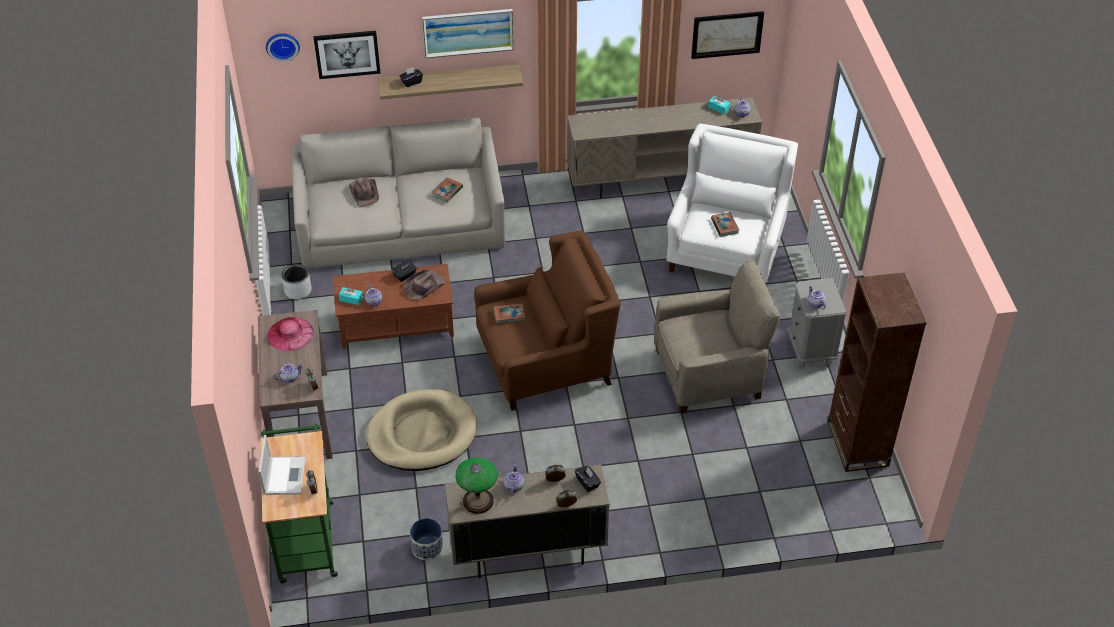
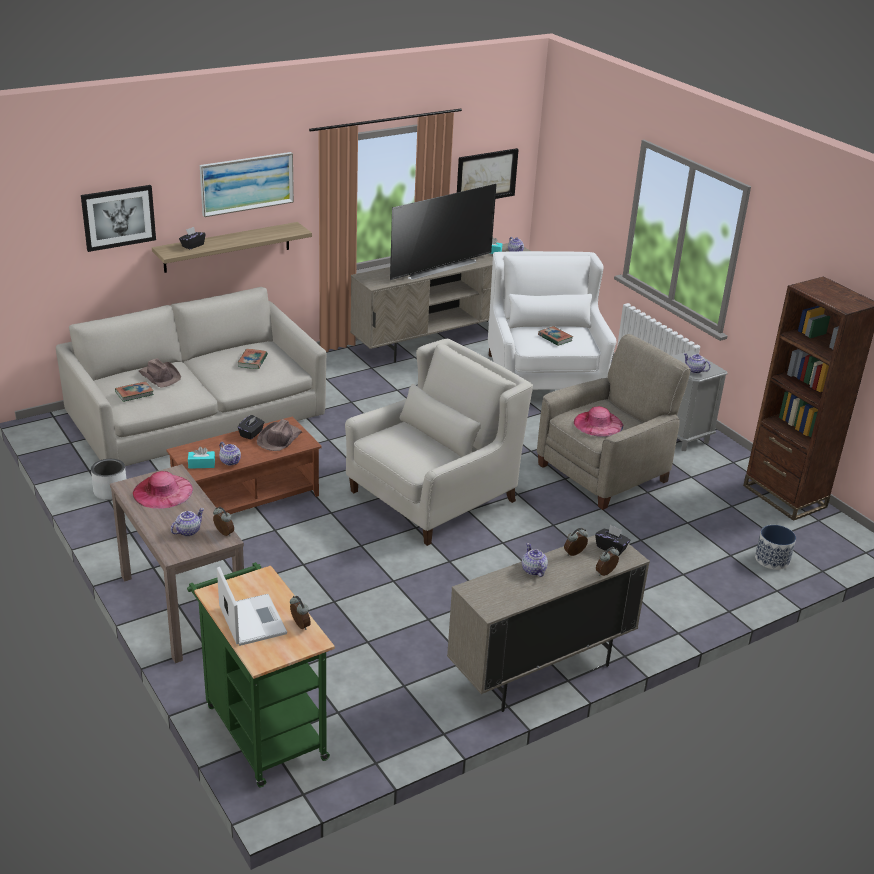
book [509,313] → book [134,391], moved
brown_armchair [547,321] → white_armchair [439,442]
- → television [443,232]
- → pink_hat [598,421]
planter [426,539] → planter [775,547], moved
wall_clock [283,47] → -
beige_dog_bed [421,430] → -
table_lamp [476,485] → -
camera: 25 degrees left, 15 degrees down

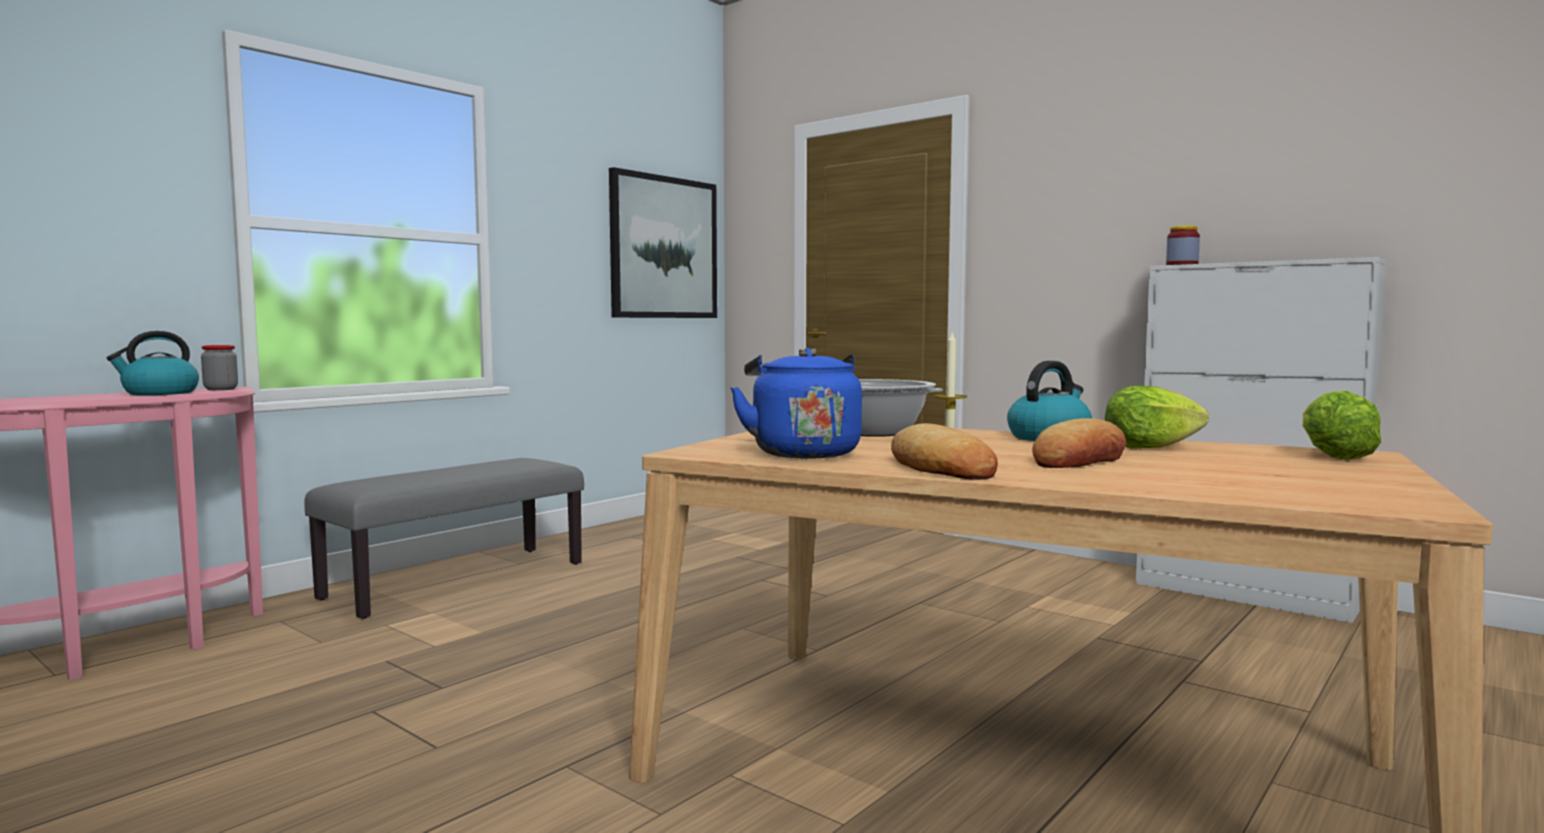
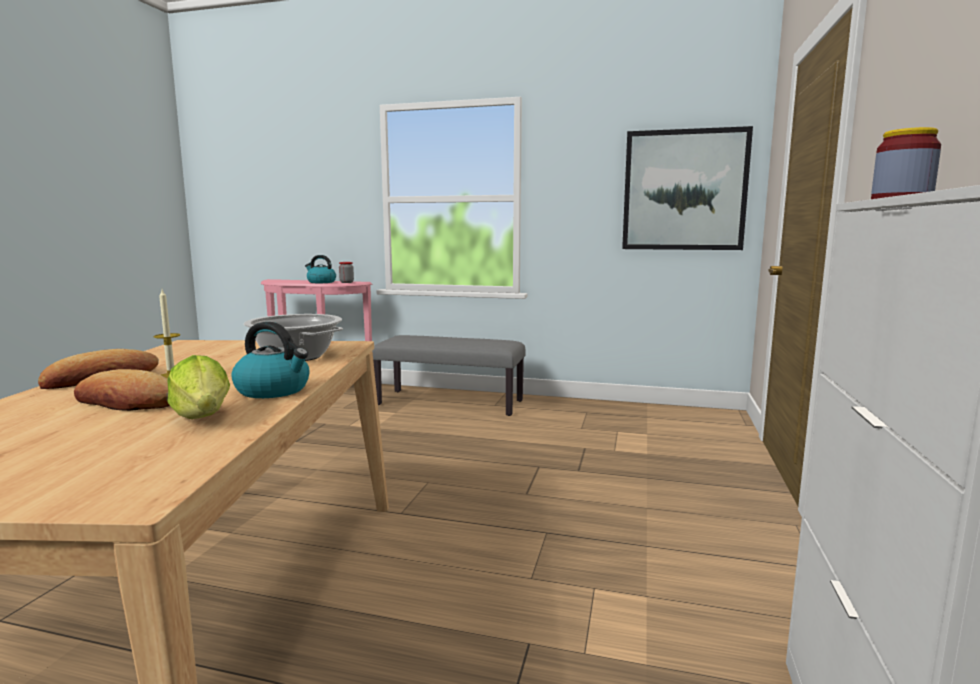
blue_kettle [796,403] → -
lettuce [1341,425] → -
camera: 65 degrees right, 5 degrees up

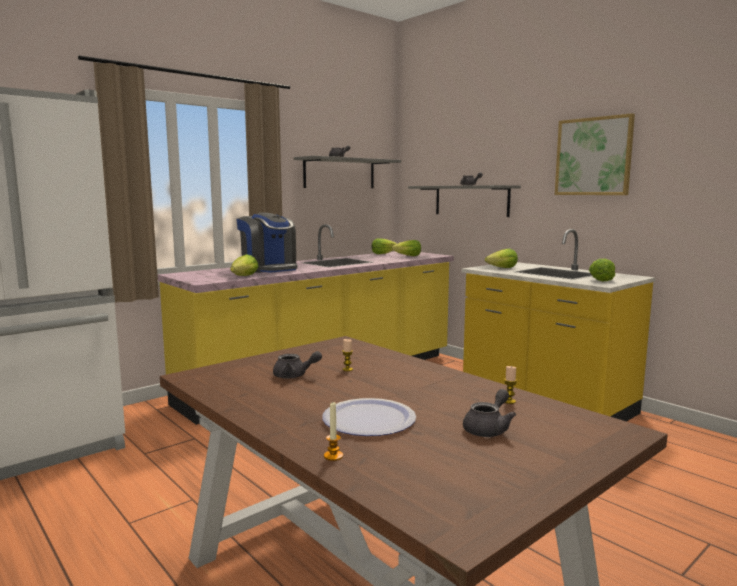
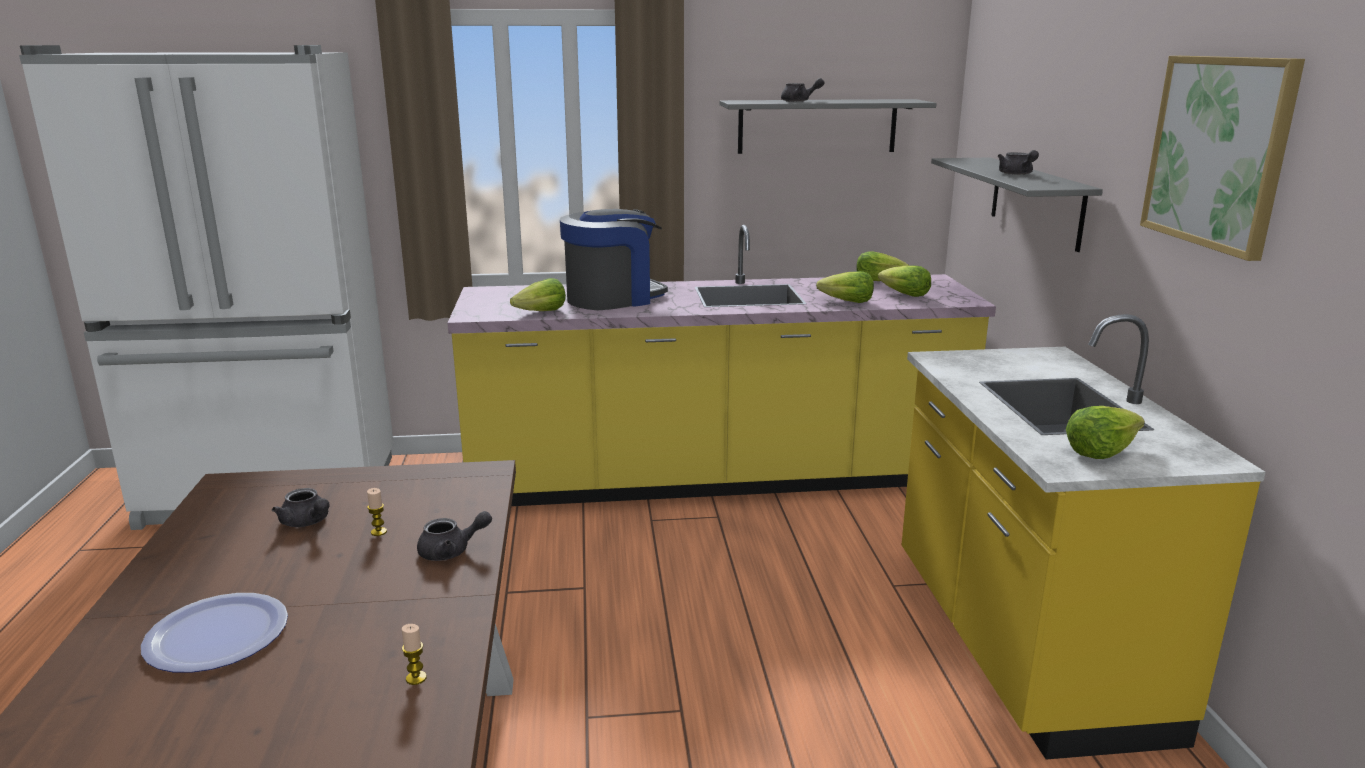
grey_teapot [489,413] → grey_teapot [454,536], moved
coffee_machine [267,243] → coffee_machine [614,259], 120 degrees counterclockwise
lettuce [501,258] → lettuce [845,287], moved
candle [333,431] → -
camera: 35 degrees right, 10 degrees up

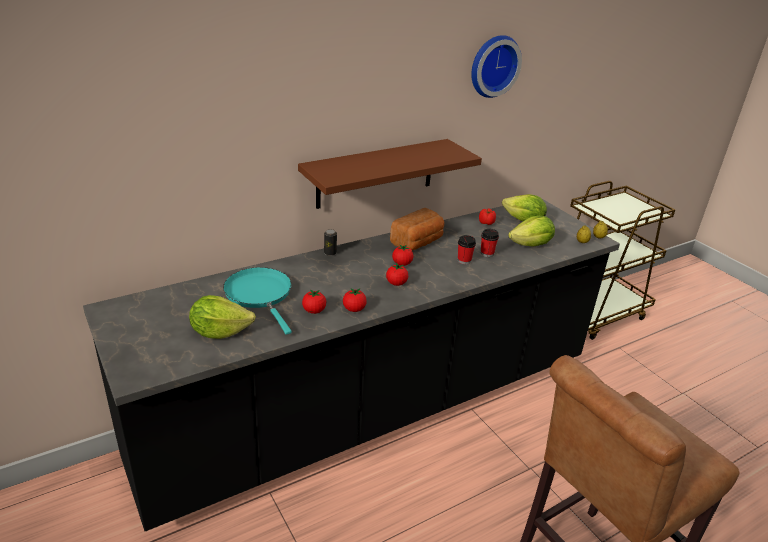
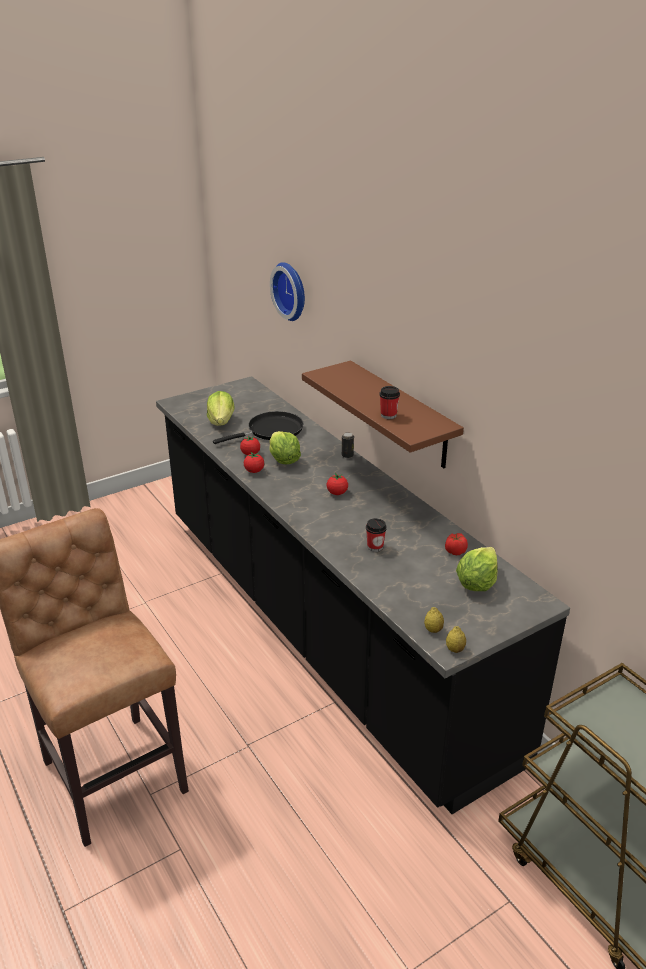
turquoise_frying_pan [257,301] → black_frying_pan [258,427]
lettuce [531,231] → lettuce [285,447], moved
wall_clock [496,66] → wall_clock [287,291], moved
cup [467,249] → cup [389,402], moved
tomato [397,274] → -
bread [417,229] → -
camera: 90 degrees right, 0 degrees up

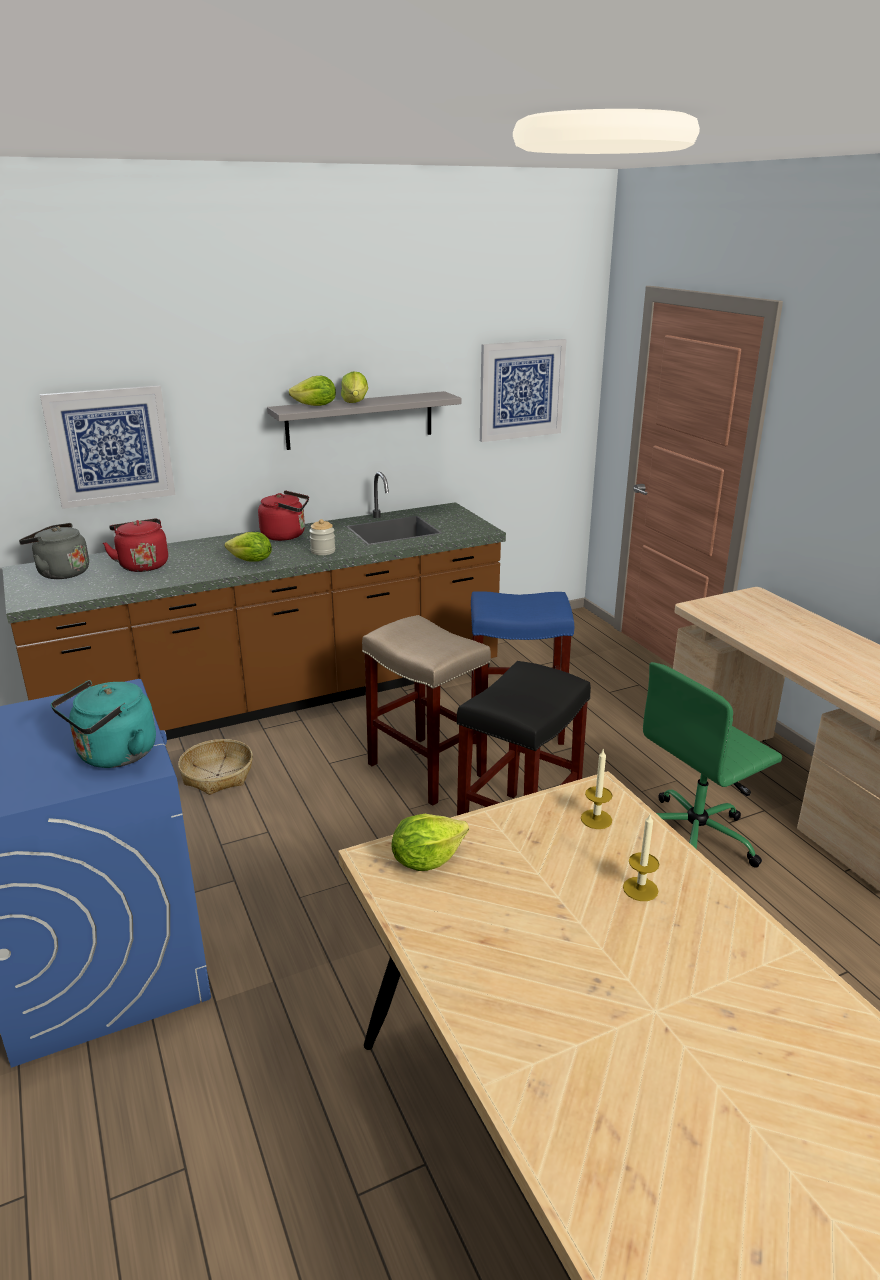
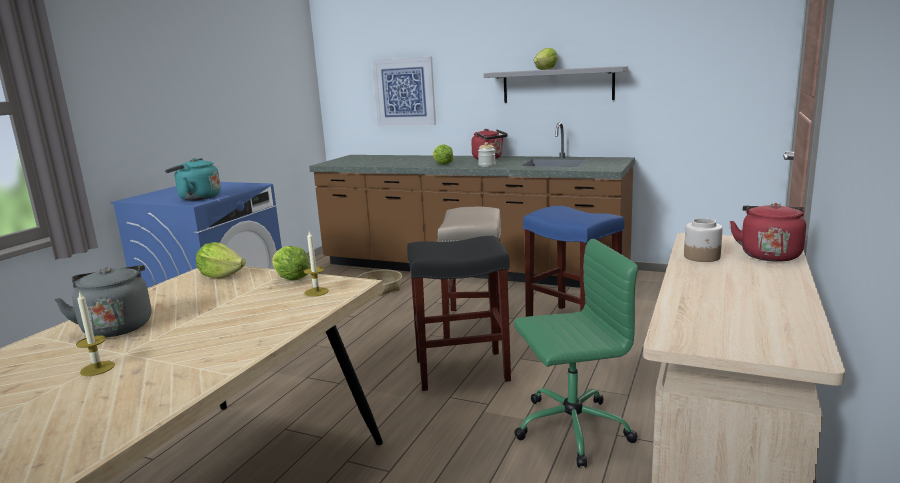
grey_kettle [54,551] → grey_kettle [102,301], moved
candle [641,857] → candle [95,333], moved
lettuce [312,391] → lettuce [291,263], moved
green_office_chair [712,765] → green_office_chair [576,353], 150 degrees clockwise
- → jar [703,240]
red_kettle [135,545] → red_kettle [768,232], moved
picture [523,390] → -
camera: 50 degrees right, 10 degrees down

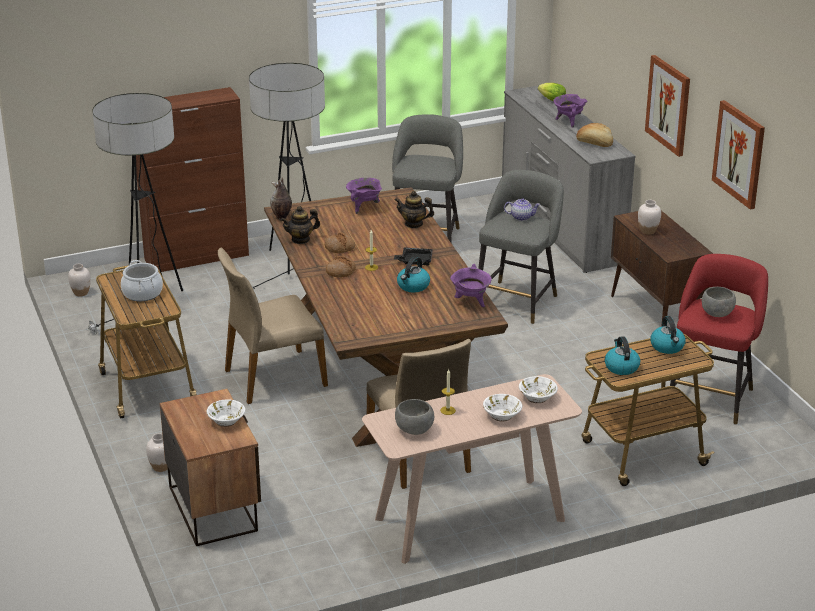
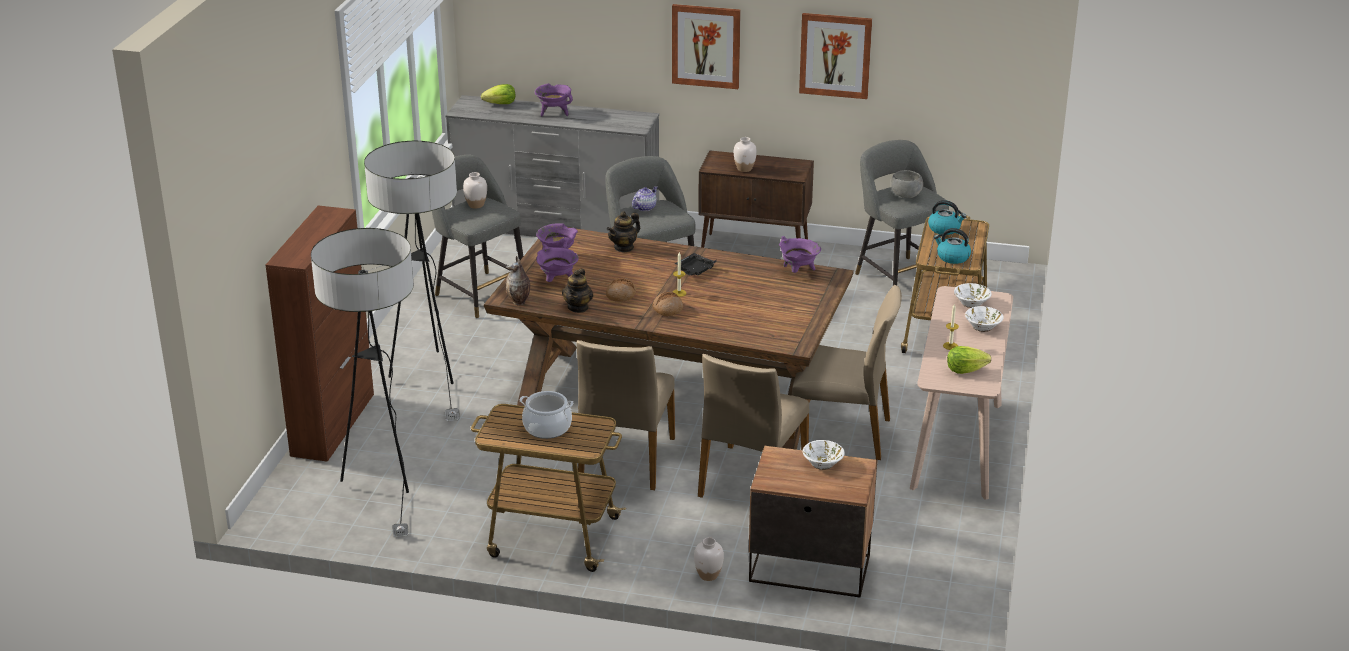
white_vase [79,280] → white_vase [475,190], moved
- → purple_cooking_pot [558,263]
- → beige_chair [753,426]
red_stool [719,339] → grey_stool [902,212]
grey_bowl [414,417] → lettuce [969,360]
kettle [413,274] → -
bread [594,135] → -
camera: 55 degrees left, 0 degrees up

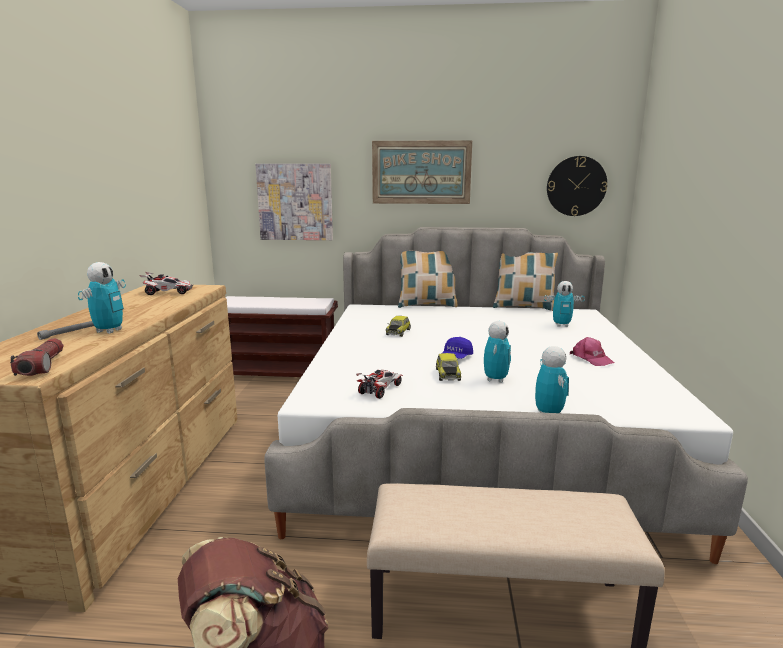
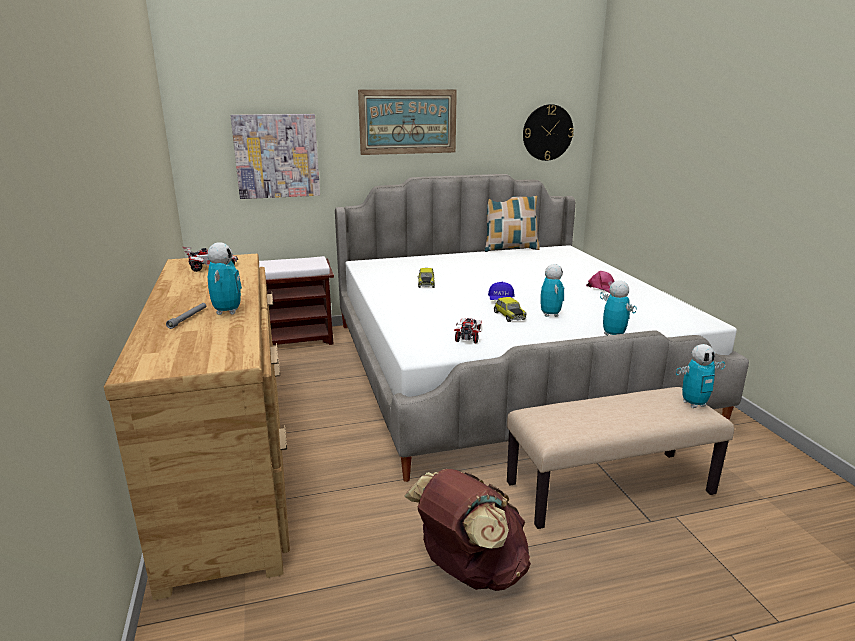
toy_robot [564,304] → toy_robot [700,376], moved
flashlight [36,357] → -
pillow [427,279] → -
camera: 20 degrees left, 5 degrees up

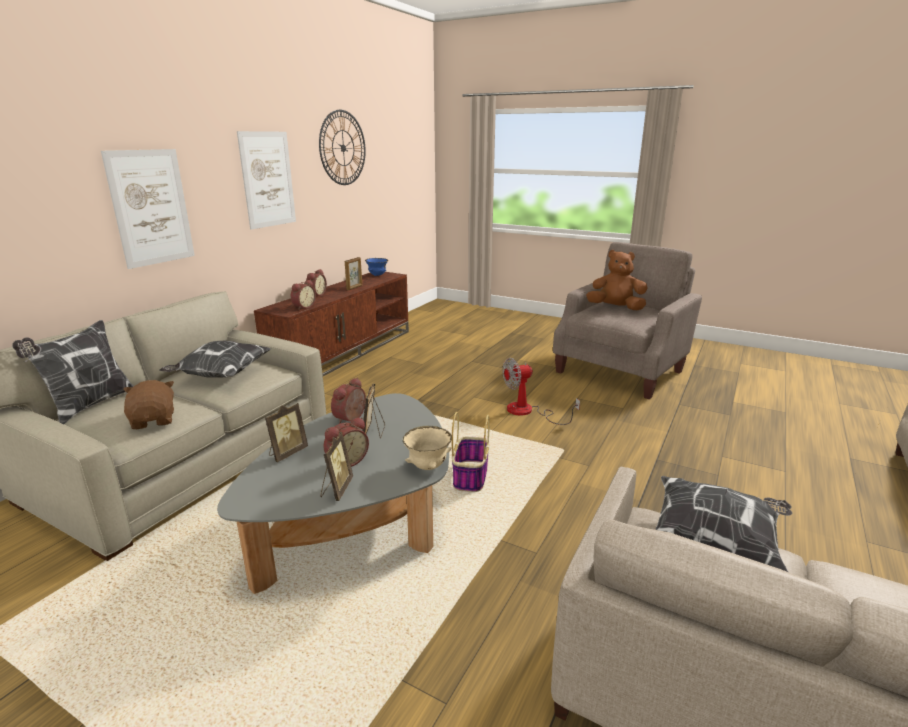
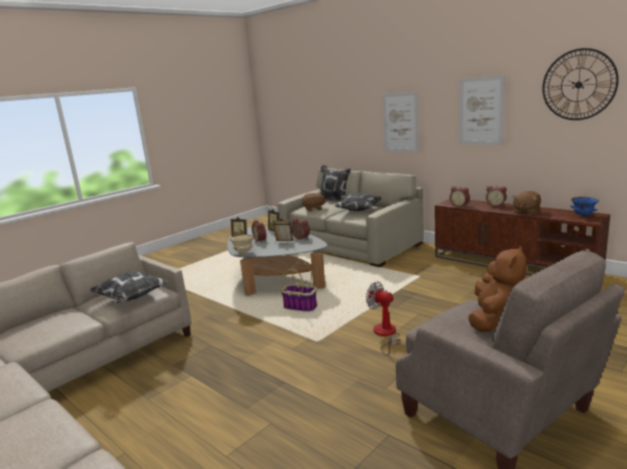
fan [541,391] → fan [383,318], 45 degrees counterclockwise
picture_frame [353,273] → brown_plush_toy [526,203]
camera: 105 degrees right, 5 degrees down

